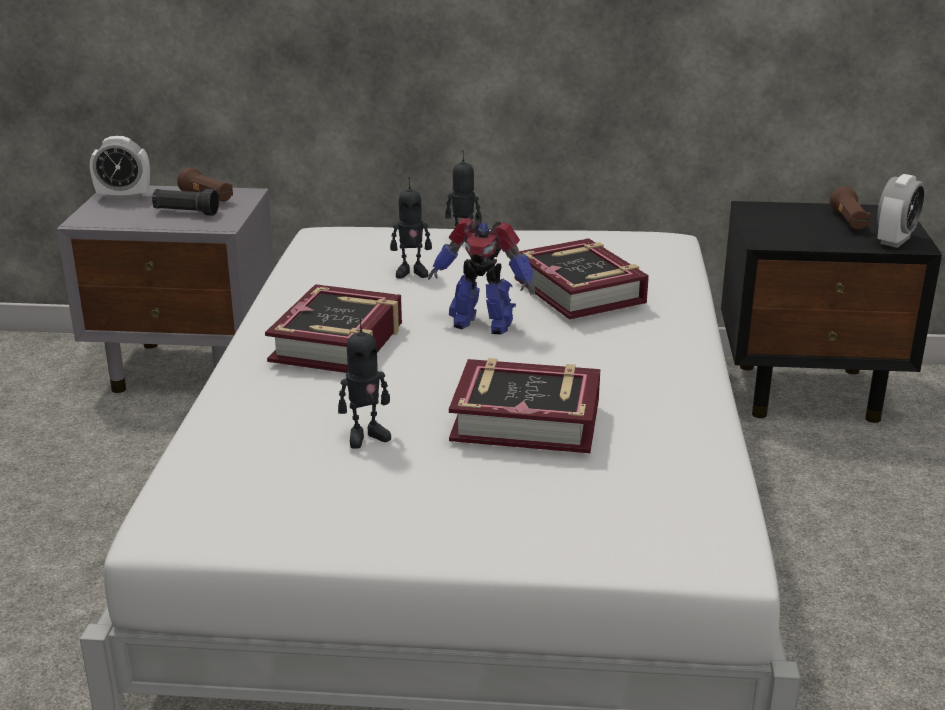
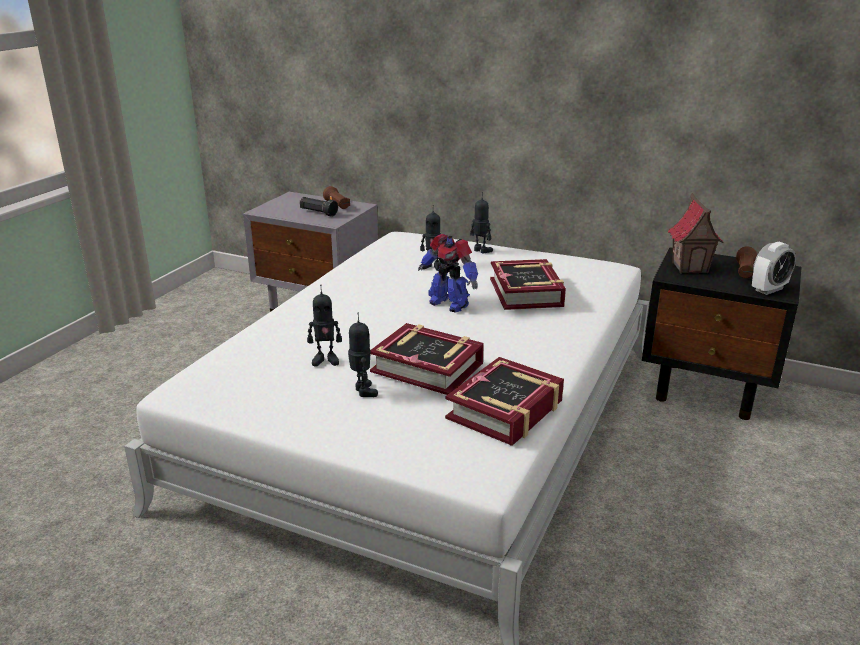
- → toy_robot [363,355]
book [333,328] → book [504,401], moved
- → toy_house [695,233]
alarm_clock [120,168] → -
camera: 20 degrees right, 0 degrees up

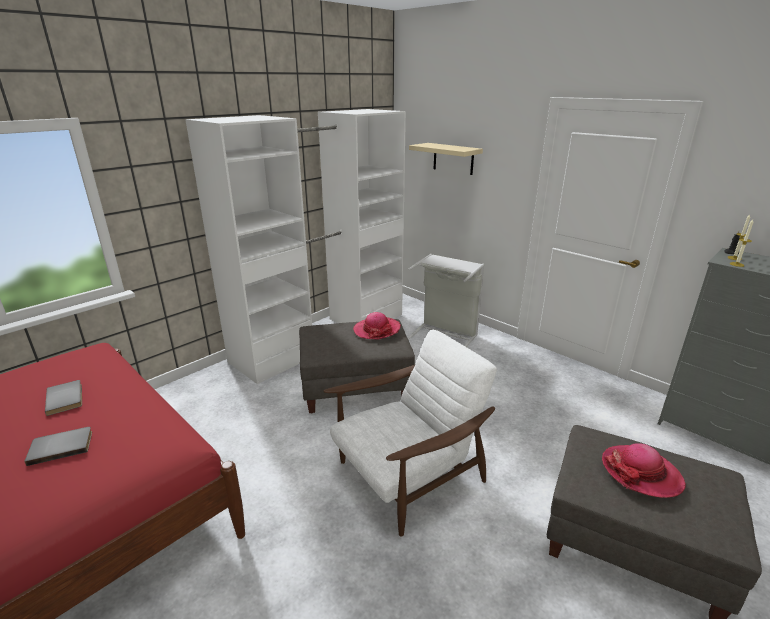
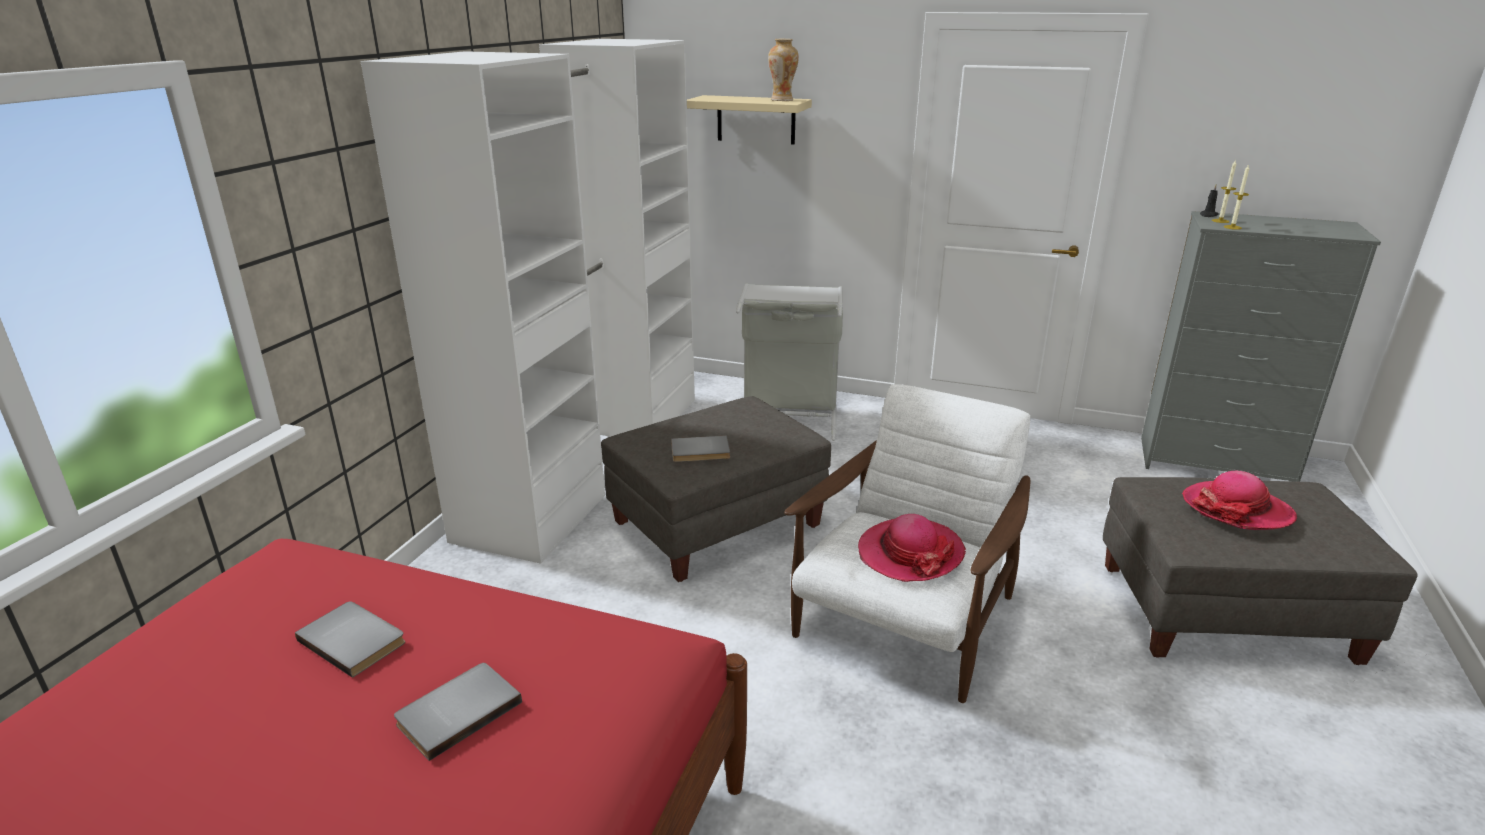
- → grey_book [700,448]
- → vase [783,70]
hat [377,325] → hat [912,548], moved
camera: 25 degrees left, 0 degrees up

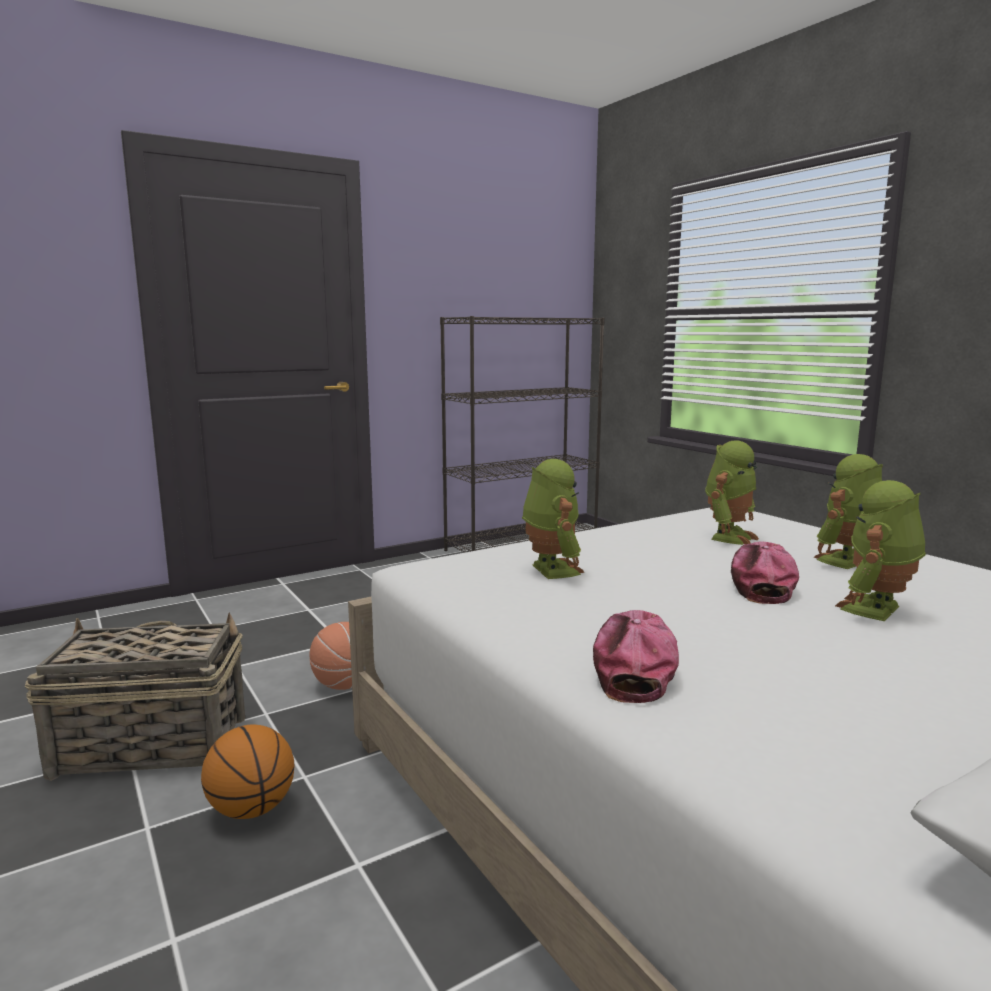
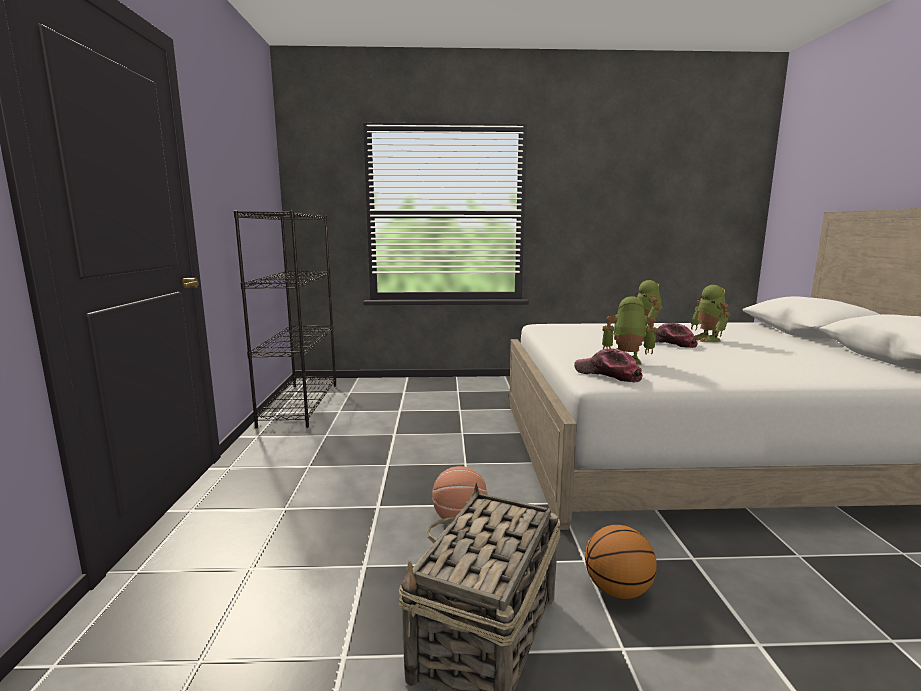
cap [636,656] → cap [608,365], moved
toy_robot [732,492] → -
camera: 60 degrees left, 0 degrees up

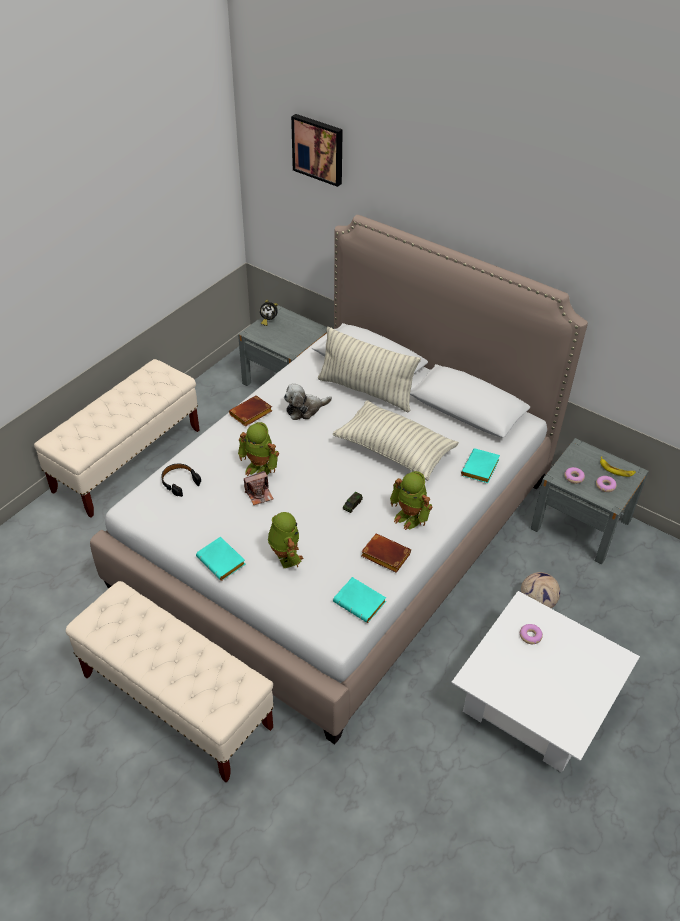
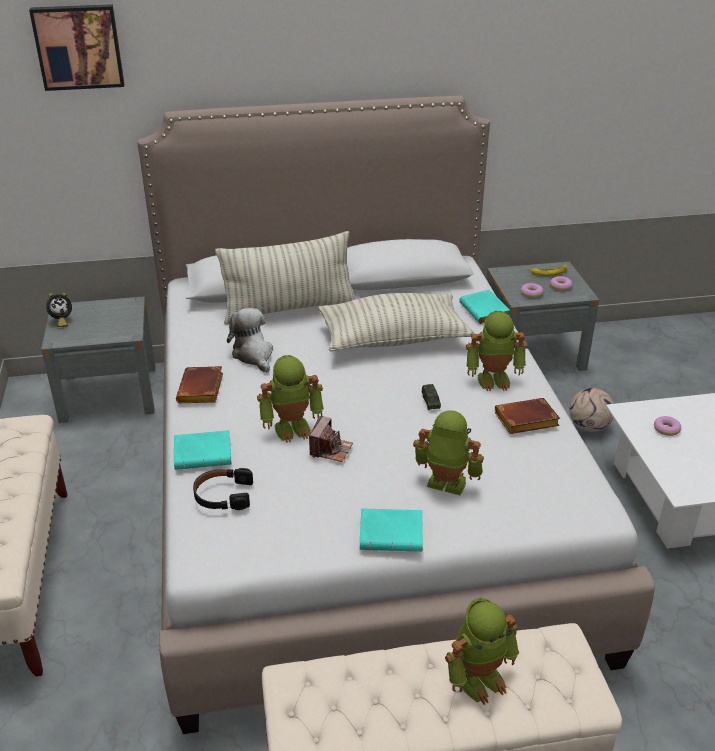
turquoise_book [359,600] → turquoise_book [203,450], moved
plush_toy [308,401] → plush_toy [250,340], 135 degrees clockwise
- → toy_robot [482,651]
camera: 45 degrees left, 10 degrees down

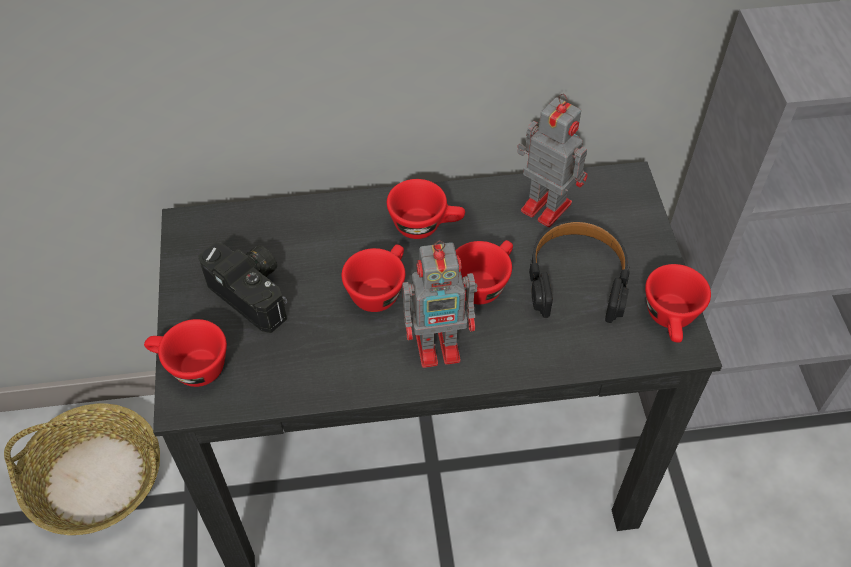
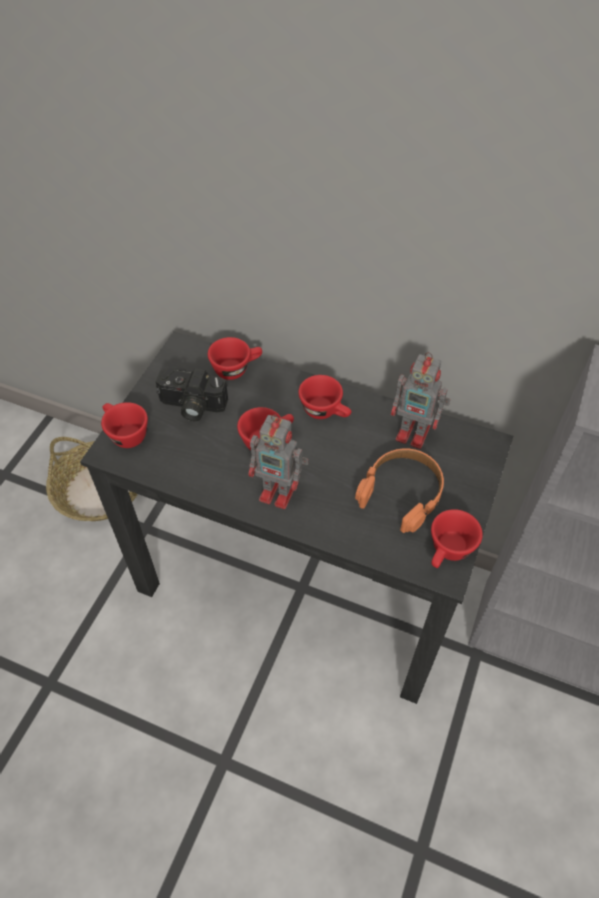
photo_camera [242,287] → photo_camera [191,394], 120 degrees clockwise
red_cup [484,272] → red_cup [235,358], moved
black_headphones [579,271] → orange_headphones [399,490]
toy_robot [552,160] → toy_robot [421,400], 135 degrees clockwise
camera: 30 degrees right, 0 degrees up

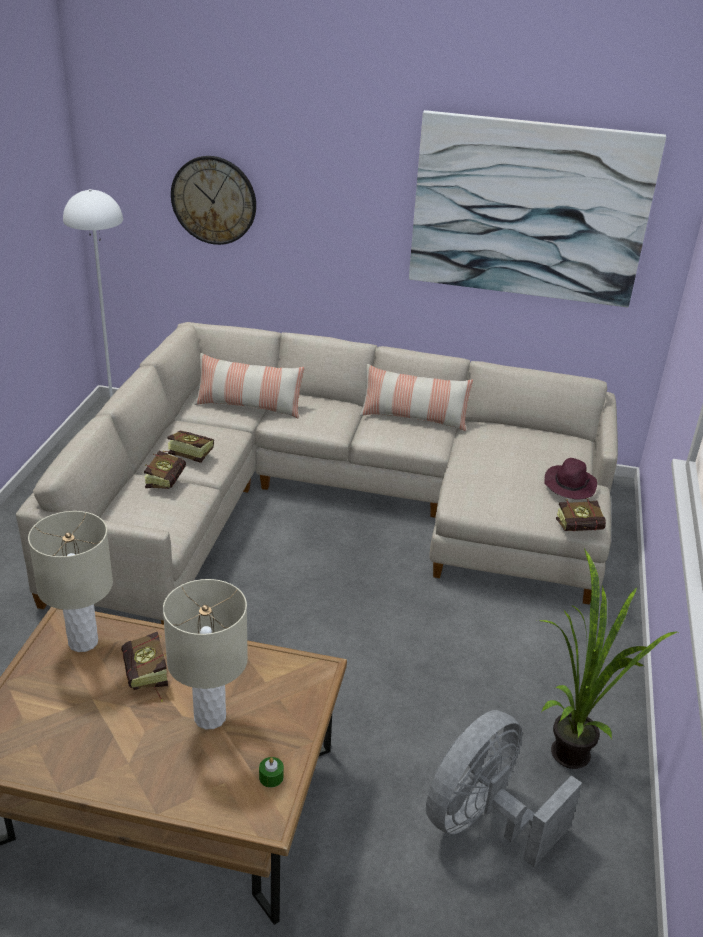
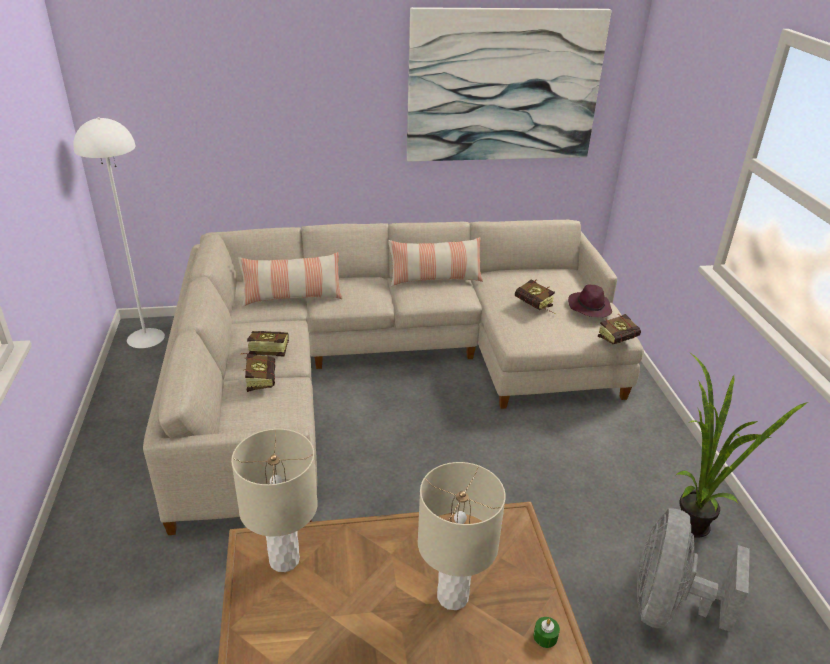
book [144,667] → book [535,296], moved
wall_clock [213,200] → -
camera: 20 degrees left, 0 degrees up

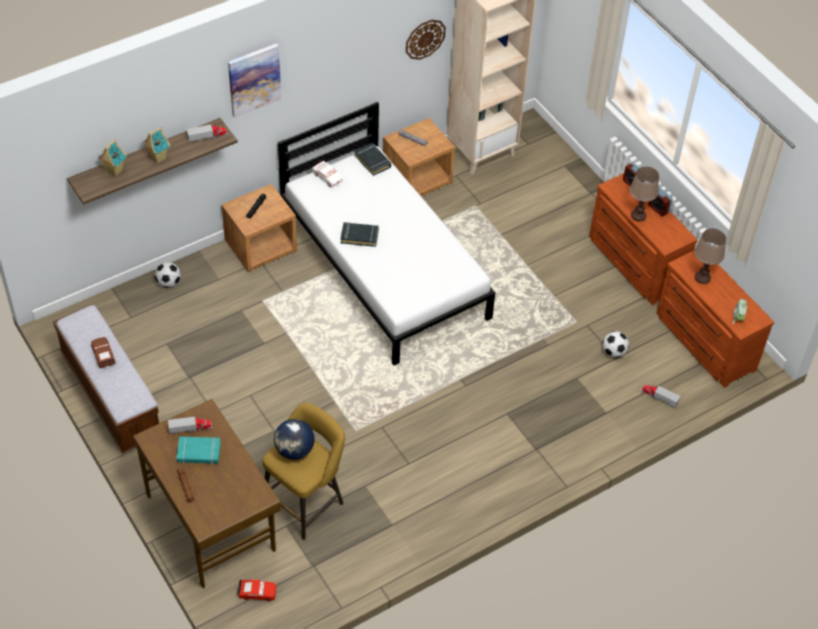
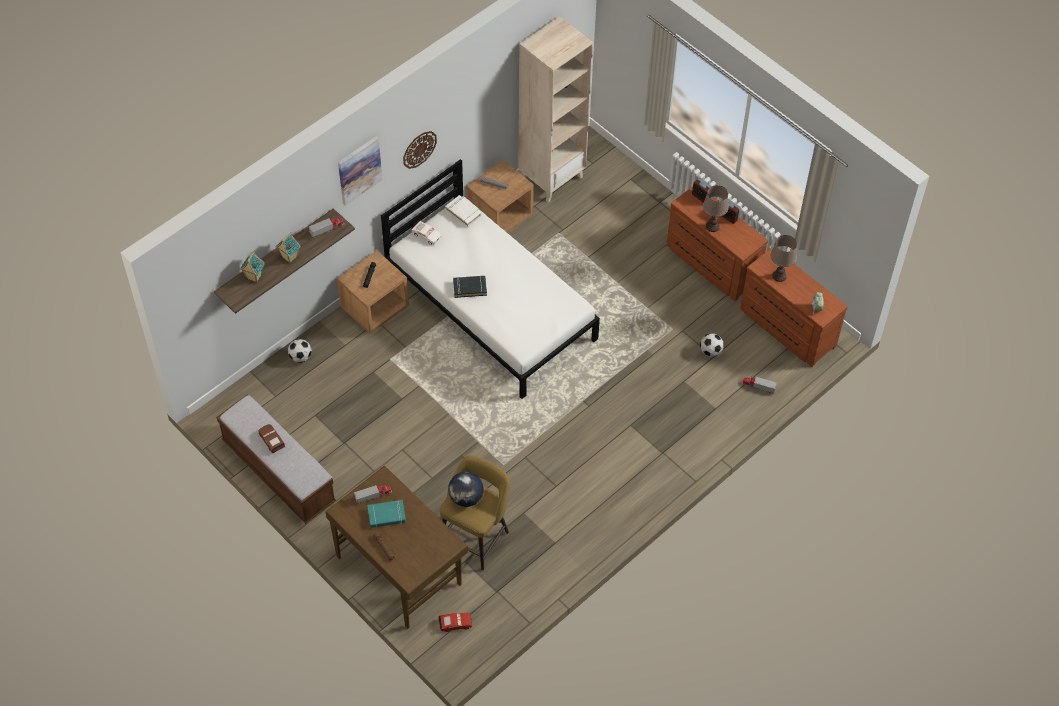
wall_clock [426,40] → wall_clock [420,150], moved
black_book [372,159] → white_book [463,211]
camera: 10 degrees left, 5 degrees up

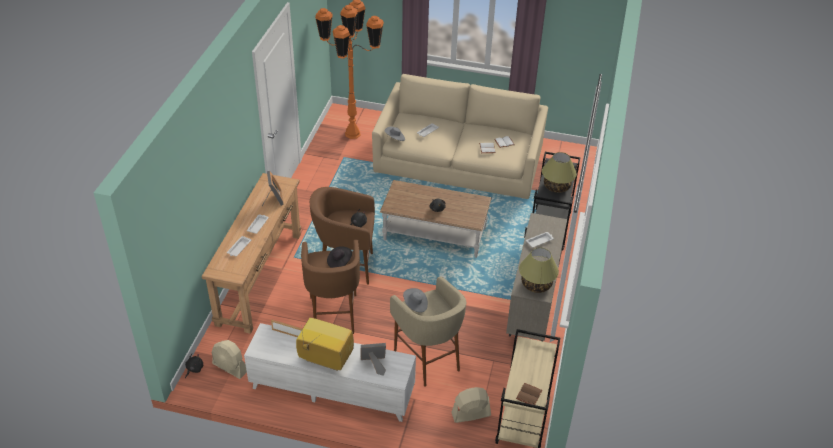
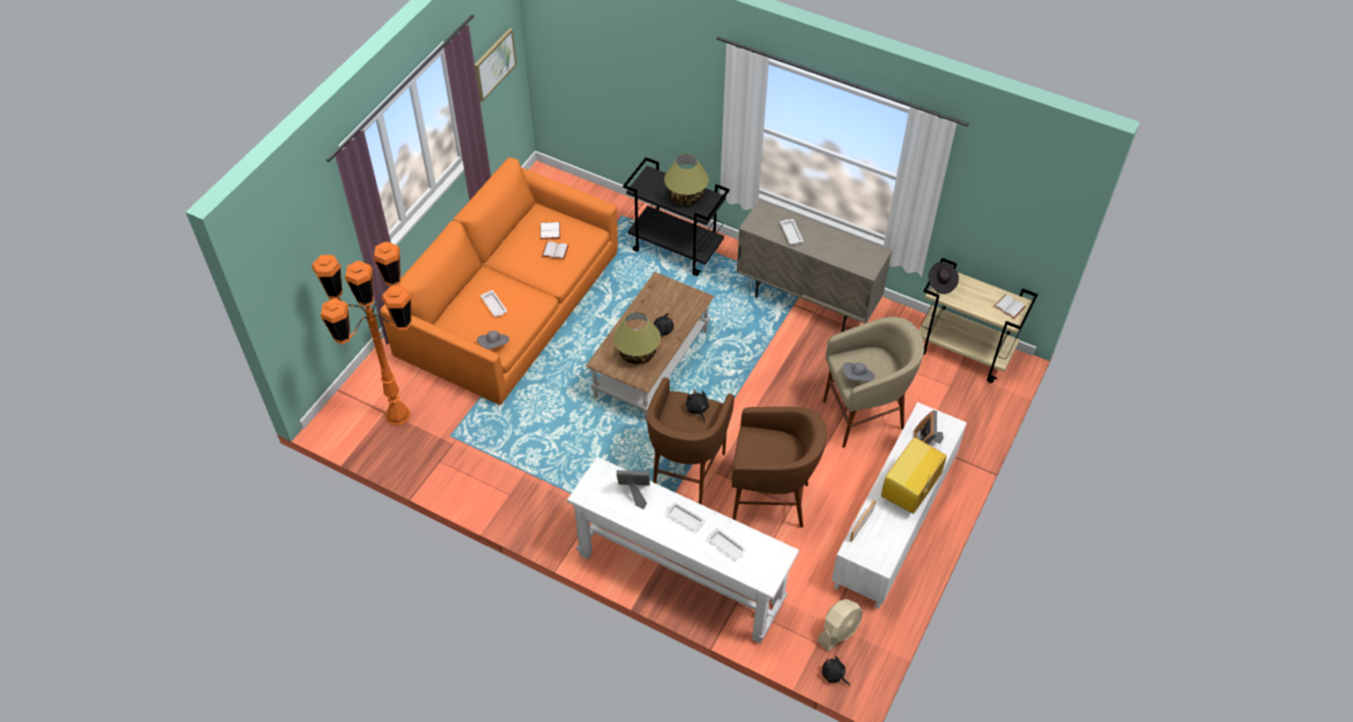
beige_sofa [460,136] → orange_sofa [499,281]
- → picture [496,65]
brown_console_table [251,253] → white_console_table [683,550]
table_lamp [539,270] → table_lamp [637,338], moved
black_hat [339,257] → black_hat [943,278], moved
brown_book [529,394] → white_book [1010,306]
beige_fan [471,405] → -
camera: 75 degrees left, 10 degrees up

